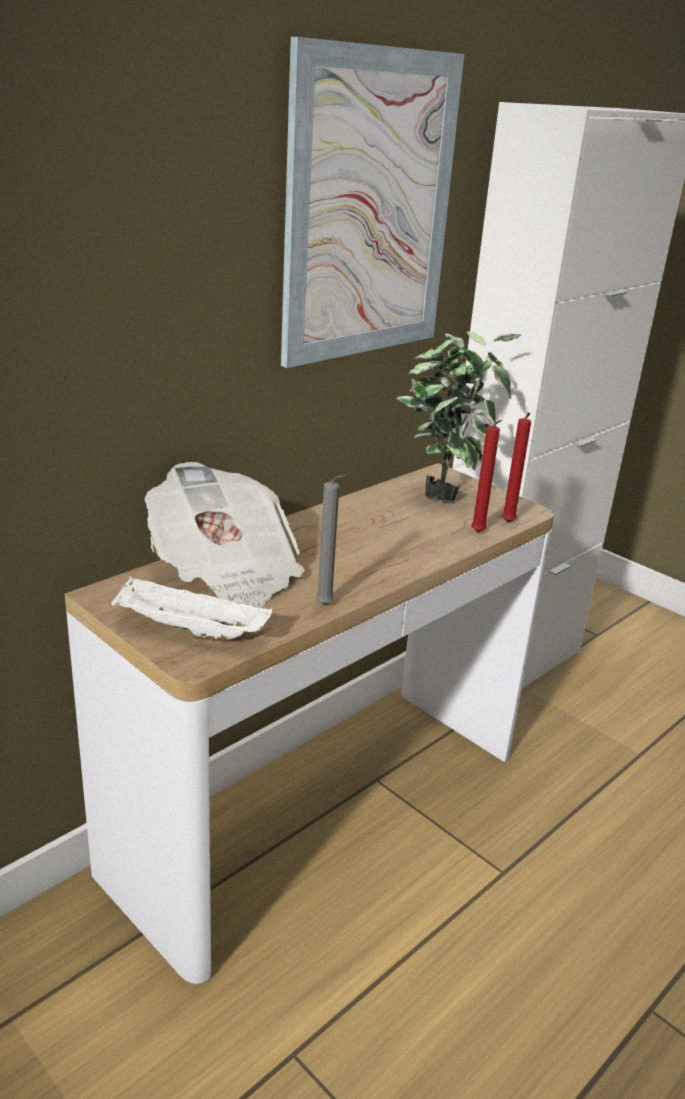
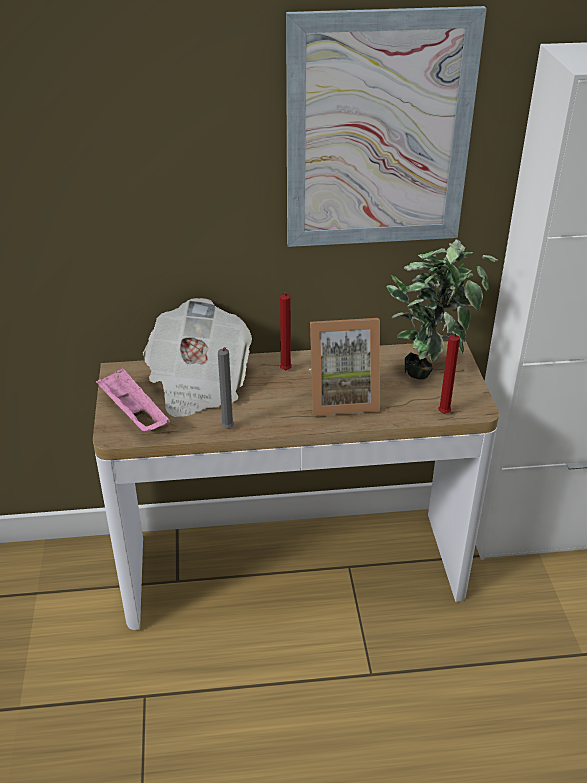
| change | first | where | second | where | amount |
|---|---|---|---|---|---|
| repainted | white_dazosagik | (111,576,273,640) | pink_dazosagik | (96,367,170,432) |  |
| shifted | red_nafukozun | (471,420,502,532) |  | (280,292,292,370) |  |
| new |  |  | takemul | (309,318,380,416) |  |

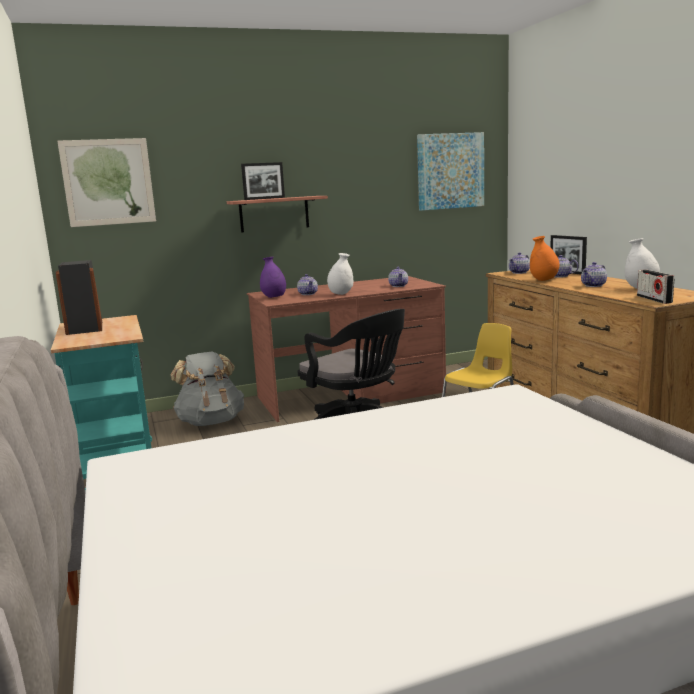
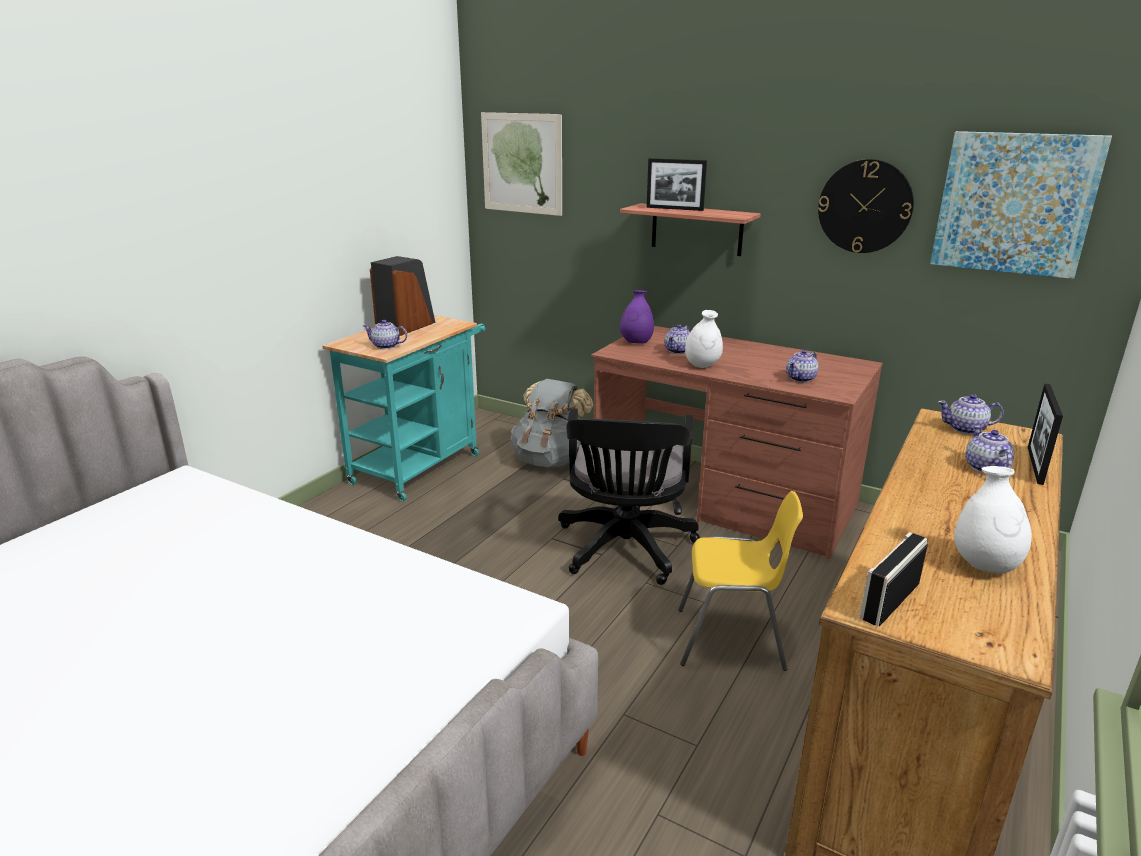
| change | first | where | second | where | amount |
|---|---|---|---|---|---|
| gone | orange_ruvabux | (530,236,560,281) |  |  |  |
| shifted | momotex | (581,262,607,287) |  | (363,320,407,349) |  |
| new |  |  | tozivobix | (818,159,914,253) |  |

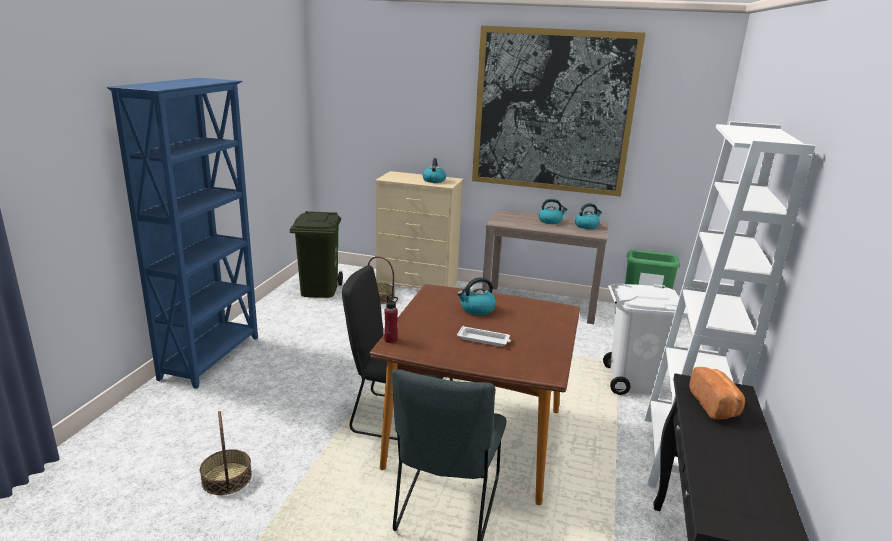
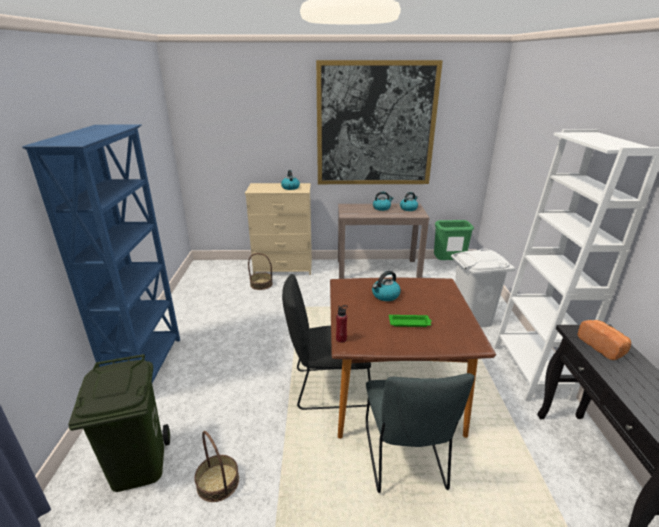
| change | first | where | second | where | amount |
|---|---|---|---|---|---|
| shifted | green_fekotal | (290,211,343,298) |  | (68,354,170,492) |  |
| repainted | white_dazosagik | (457,326,511,346) | green_dazosagik | (389,314,432,327) |  |

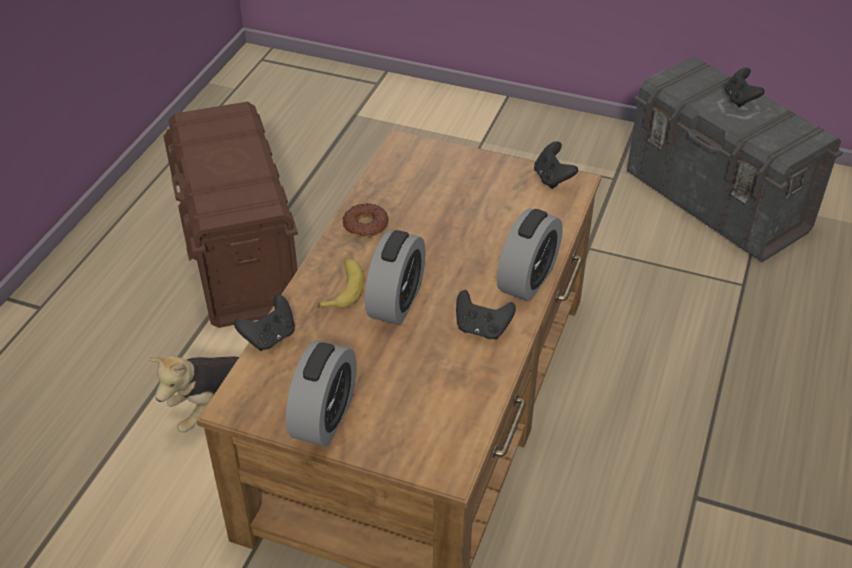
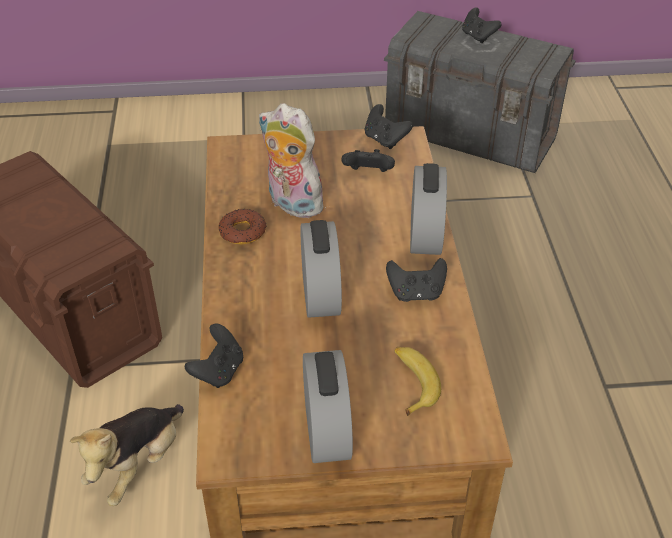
| change | first | where | second | where | amount |
|---|---|---|---|---|---|
| shifted | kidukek | (317,258,364,308) |  | (394,347,441,416) |  |
| new |  |  | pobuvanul | (259,103,326,218) |  |
| new |  |  | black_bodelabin | (342,149,395,172) |  |

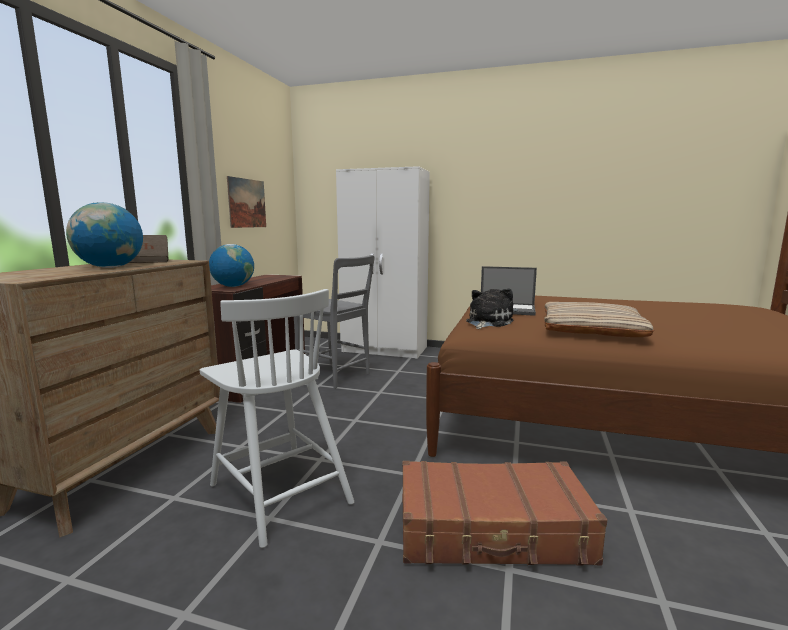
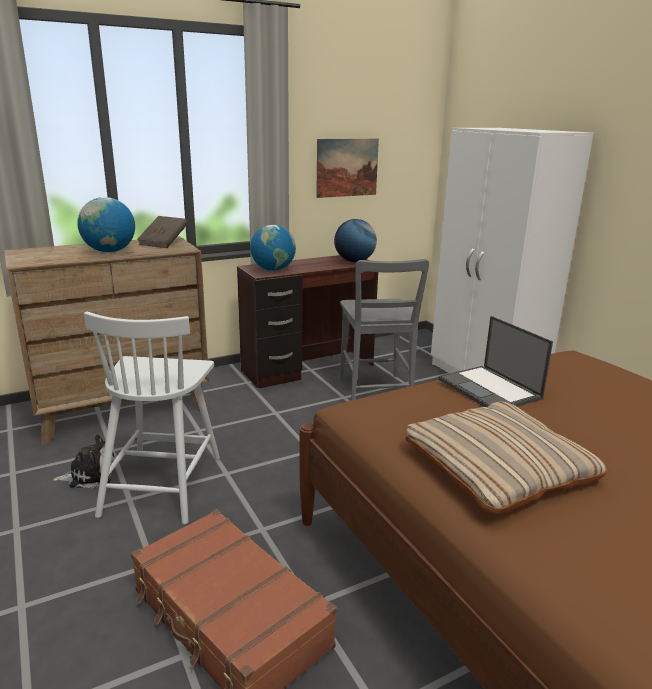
| change | first | where | second | where | amount |
|---|---|---|---|---|---|
| shifted | pobuvanul | (466,288,513,329) |  | (52,435,115,489) |  |
| new |  |  | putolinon | (334,219,377,262) |  |

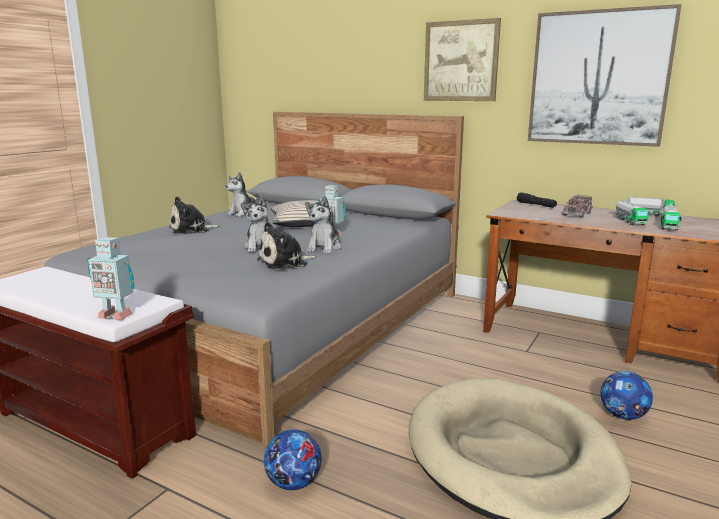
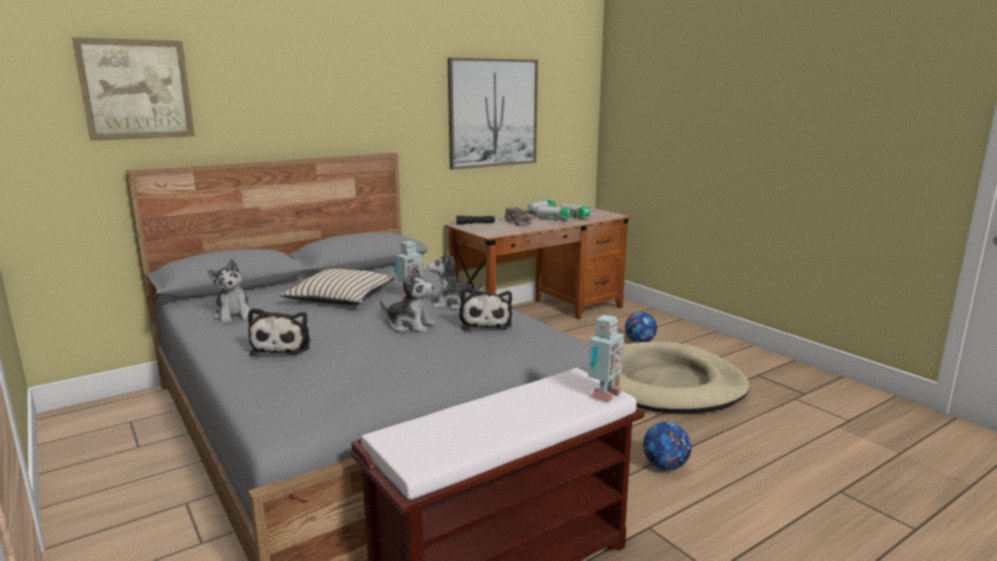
| change | first | where | second | where | amount |
|---|---|---|---|---|---|
| rotated | pobuvanul | (305,196,342,253) |  | (427,250,482,310) | 135 degrees clockwise |
| shifted | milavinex | (424,18,501,101) |  | (72,37,195,141) |  |

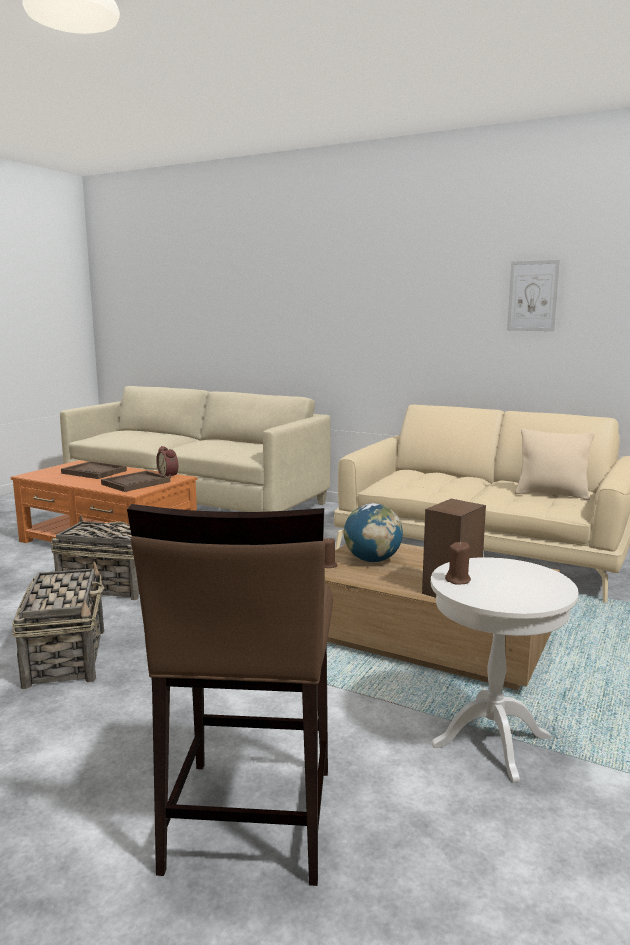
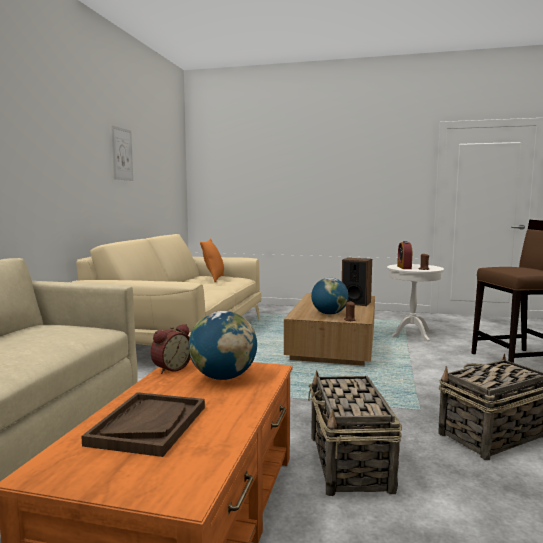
| change | first | where | second | where | amount |
|---|---|---|---|---|---|
| swapped | brown_dazosagik | (101,471,170,492) | putolinon | (189,311,257,380) |  |
| repainted | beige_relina | (515,428,595,500) | orange_relina | (200,238,224,282) |  |
| new |  |  | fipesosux | (397,241,412,269) |  |

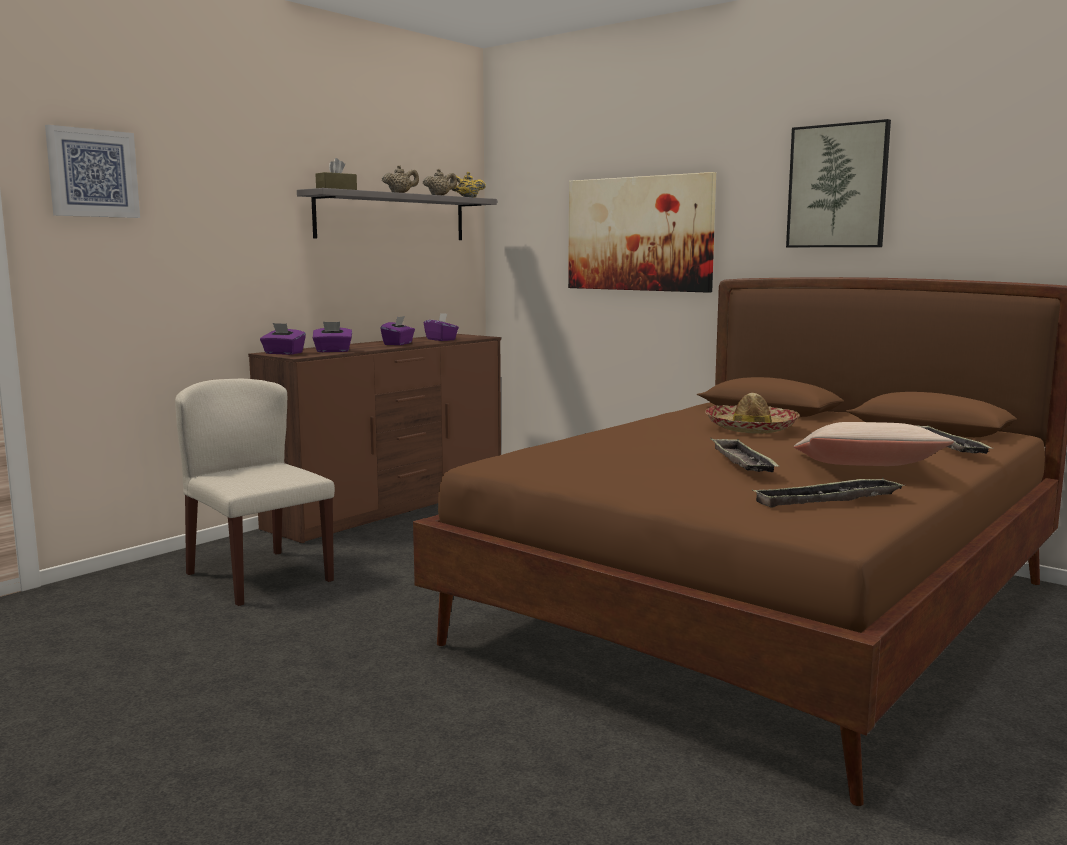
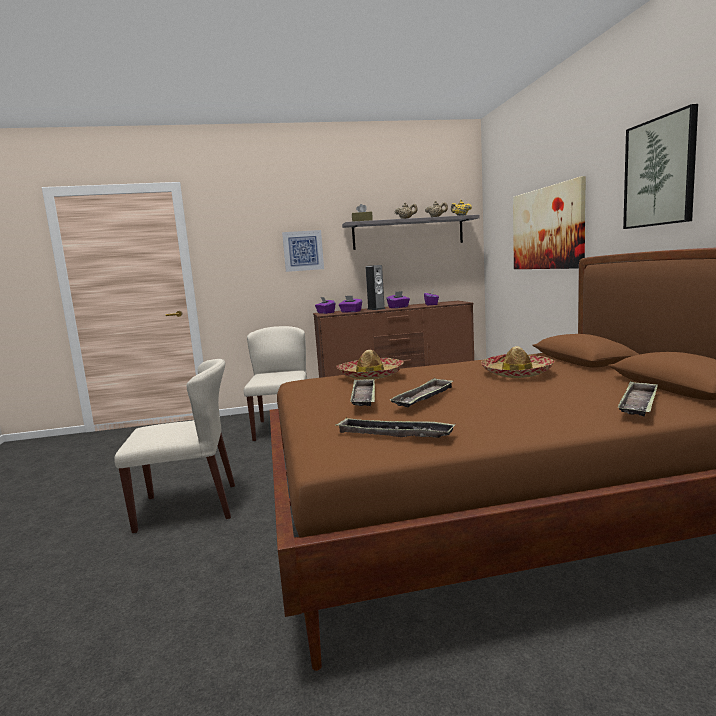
| change | first | where | second | where | amount |
|---|---|---|---|---|---|
| shifted | milavinex | (45,125,140,218) |  | (282,230,324,272) |  |
| gone | beige_relina | (794,422,954,466) |  |  |  |
| new |  |  | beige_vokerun | (114,359,235,533) |  |
| new |  |  | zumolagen | (336,350,404,380) |  |
| new |  |  | dazosagik | (350,379,375,406) |  |
| new |  |  | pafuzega | (366,265,386,310) |  |

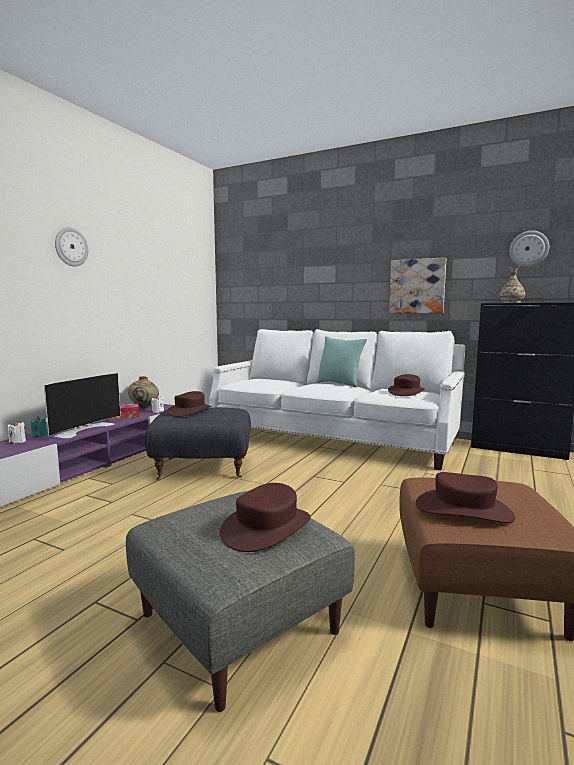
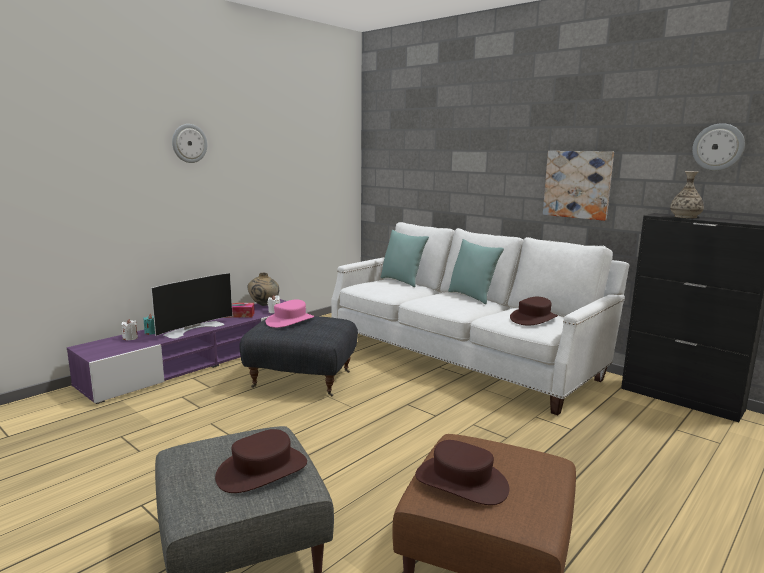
| change | first | where | second | where | amount |
|---|---|---|---|---|---|
| repainted | brown_zumolagen | (167,391,212,417) | pink_zumolagen | (266,299,314,328) |  |
| new |  |  | turquoise_relina | (380,230,429,287) |  |

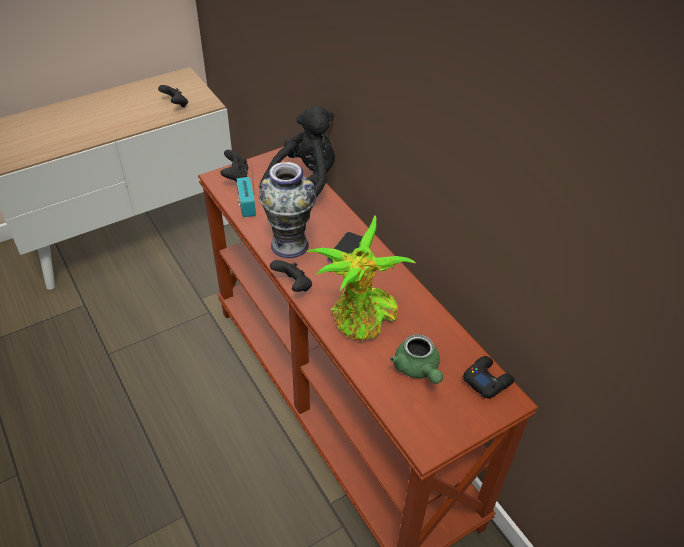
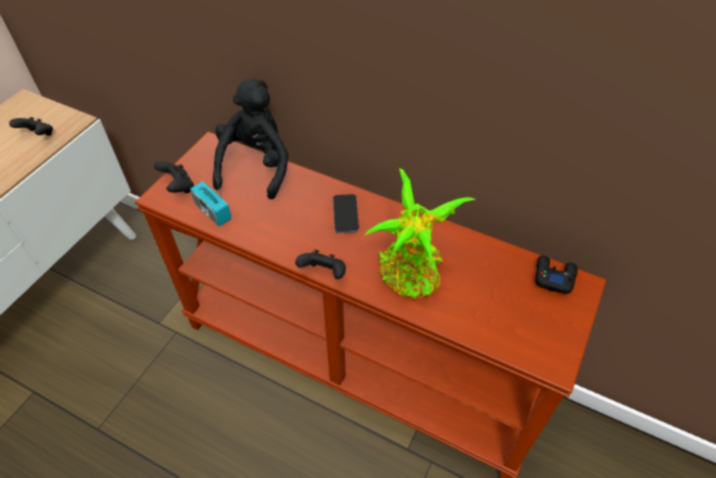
| change | first | where | second | where | amount |
|---|---|---|---|---|---|
| gone | ruvabux | (259,162,316,258) |  |  |  |
| gone | green_momotex | (390,334,443,384) |  |  |  |

